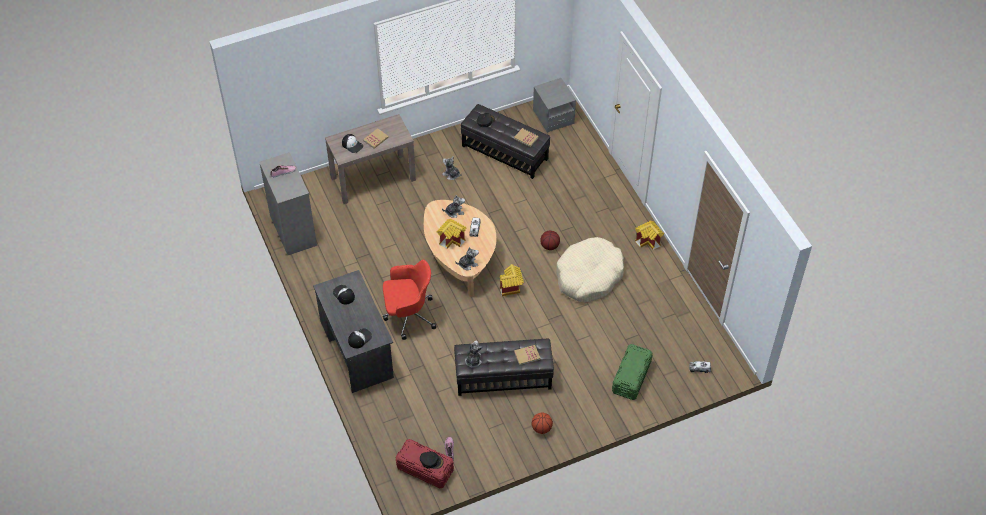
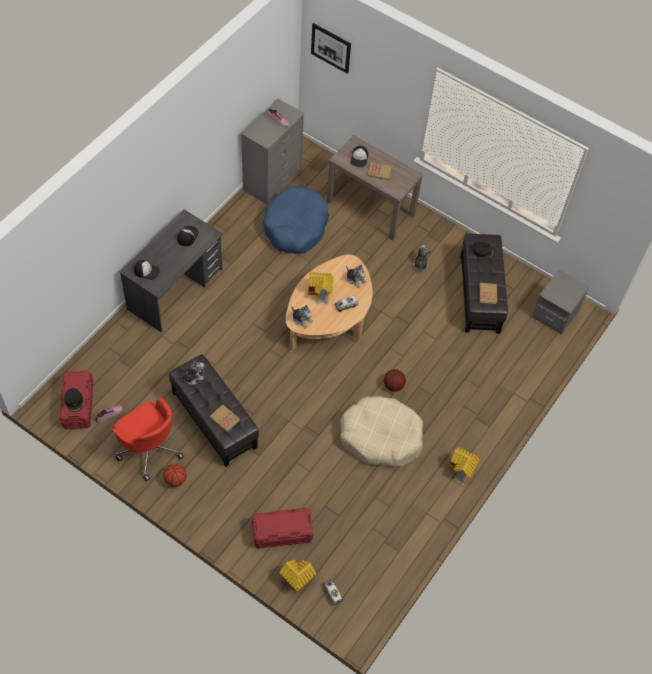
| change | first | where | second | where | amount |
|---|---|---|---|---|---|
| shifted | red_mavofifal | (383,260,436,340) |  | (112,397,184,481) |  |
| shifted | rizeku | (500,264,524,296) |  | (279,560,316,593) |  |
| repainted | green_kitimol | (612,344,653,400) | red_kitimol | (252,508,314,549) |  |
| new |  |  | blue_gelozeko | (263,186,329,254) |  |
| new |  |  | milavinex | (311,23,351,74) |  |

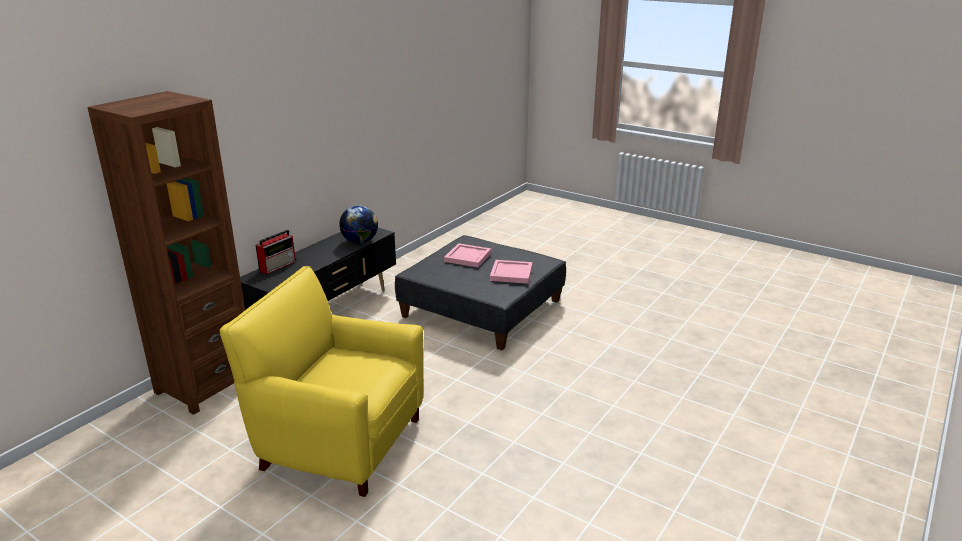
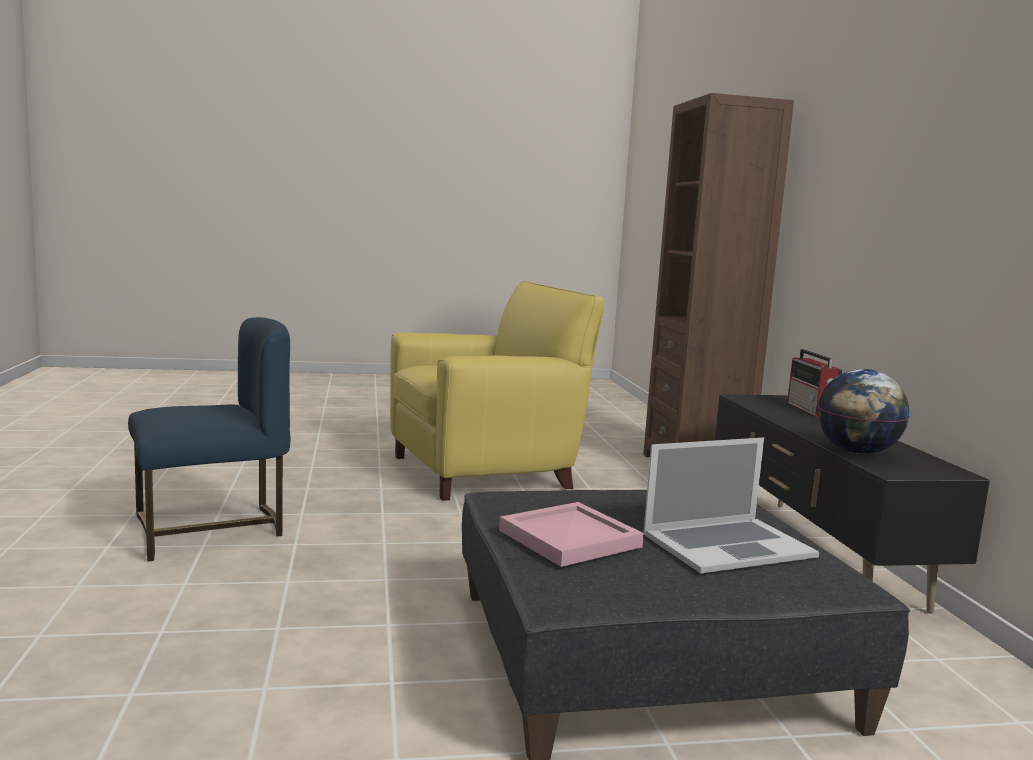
| change | first | where | second | where | amount |
|---|---|---|---|---|---|
| swapped | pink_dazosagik | (444,243,491,268) | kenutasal | (643,438,819,573) |  |
| new |  |  | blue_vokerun | (128,317,290,561) |  |

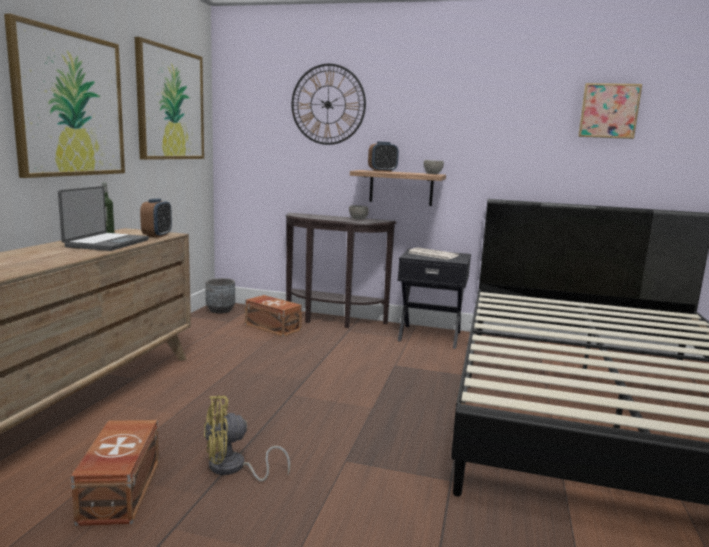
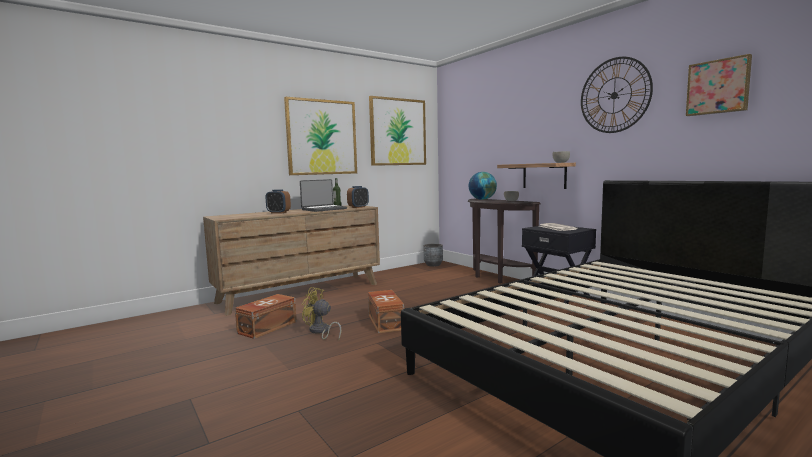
| change | first | where | second | where | amount |
|---|---|---|---|---|---|
| shifted | brown_kitimol | (245,295,302,337) |  | (368,290,404,333) |  |
| shifted | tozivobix | (291,64,366,145) |  | (581,57,653,133) |  |
| shifted | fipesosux | (368,141,399,172) |  | (266,189,291,214) |  |
| new |  |  | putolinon | (469,172,497,200) |  |

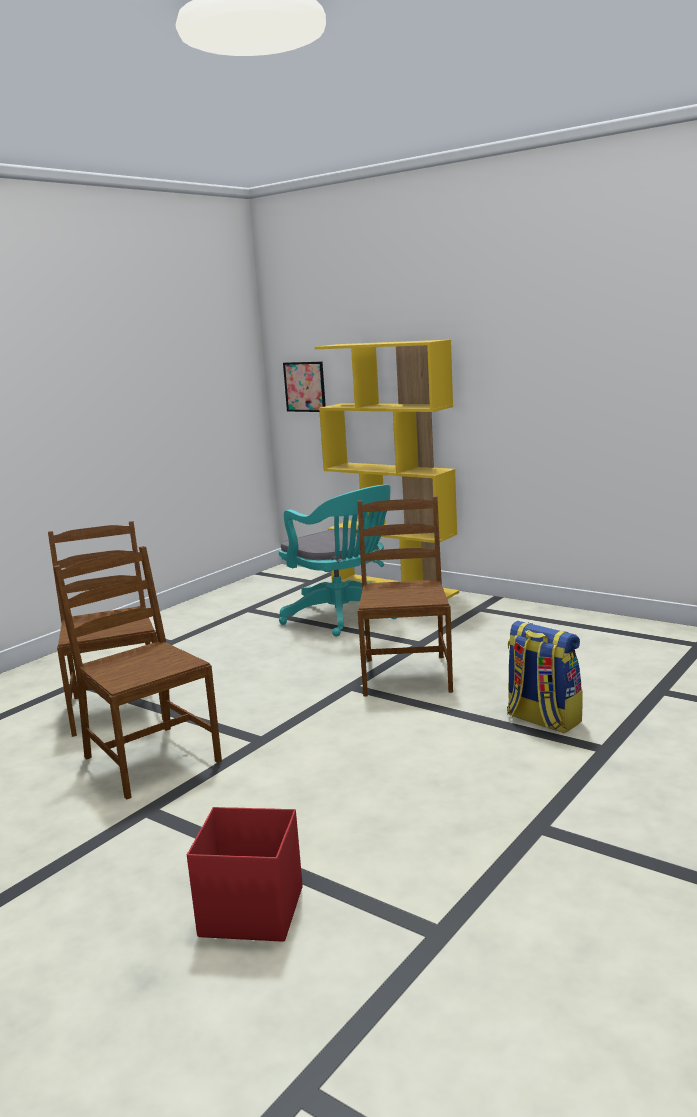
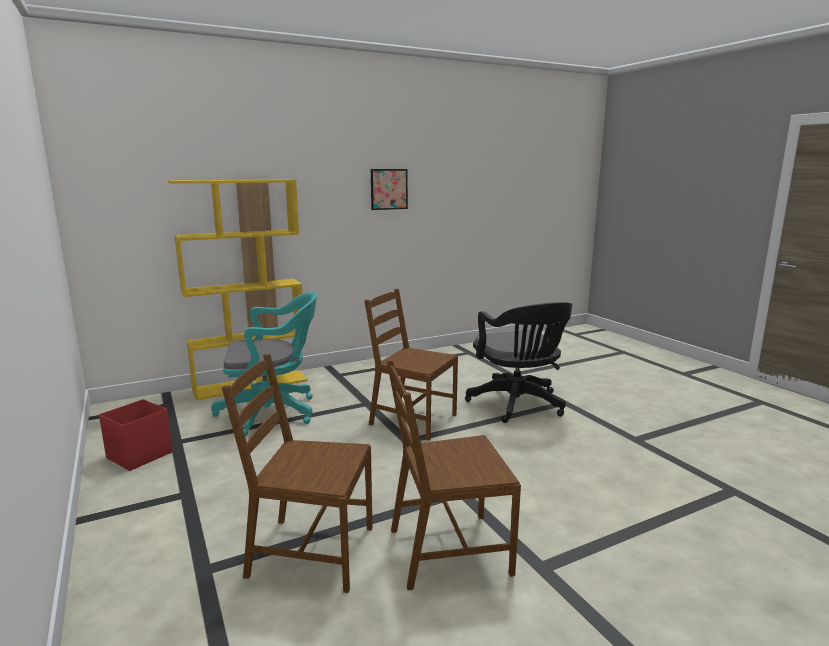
| change | first | where | second | where | amount |
|---|---|---|---|---|---|
| shifted | red_kitimol | (187,807,303,942) |  | (99,399,173,471) |  |
| shifted | milavinex | (283,362,326,412) |  | (371,169,408,210) |  |
| swapped | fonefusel | (507,621,582,733) | black_mavofifal | (465,302,572,423) |  |

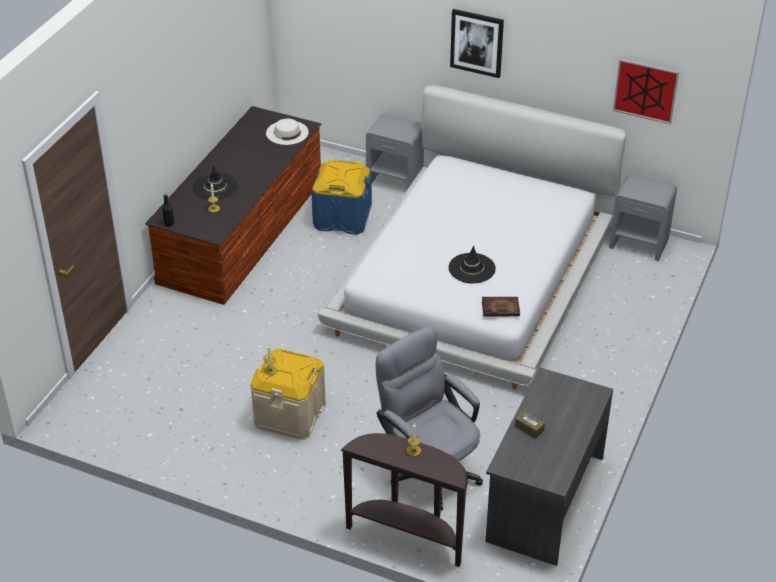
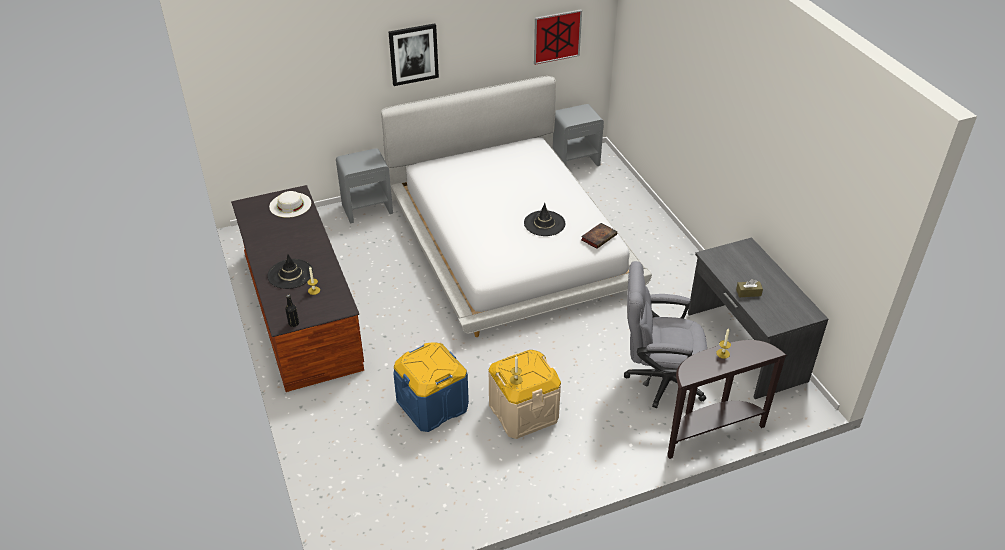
| change | first | where | second | where | amount |
|---|---|---|---|---|---|
| shifted | blue_kitimol | (312,159,372,235) |  | (393,342,469,432) |  |

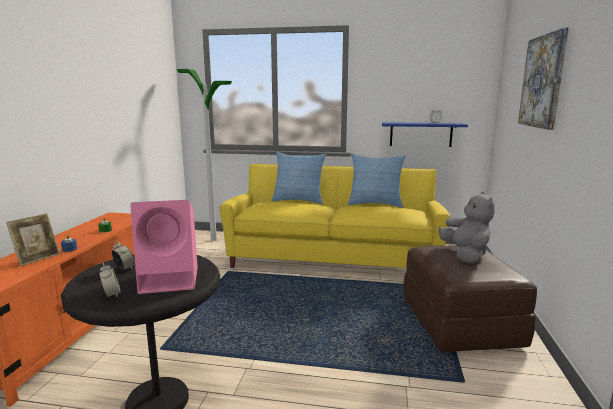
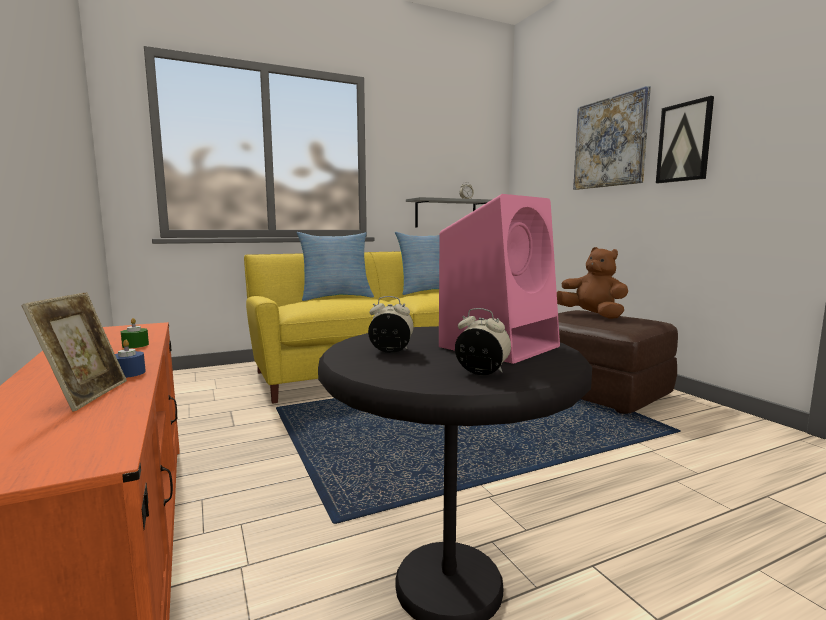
| change | first | where | second | where | amount |
|---|---|---|---|---|---|
| gone | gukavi | (177,69,232,241) |  |  |  |
| repainted | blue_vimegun | (382,122,468,147) | grey_vimegun | (406,197,492,228) |  |
| repainted | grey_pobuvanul | (439,192,495,264) | brown_pobuvanul | (557,247,628,319) |  |
| new |  |  | milavinex | (656,96,714,183) |  |

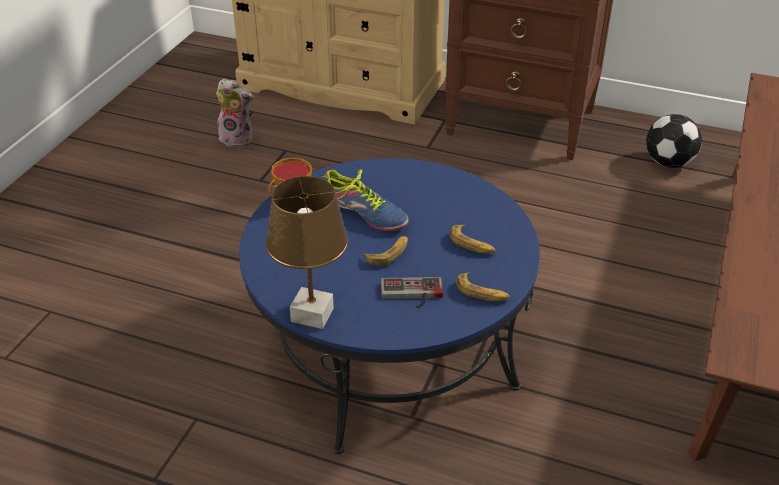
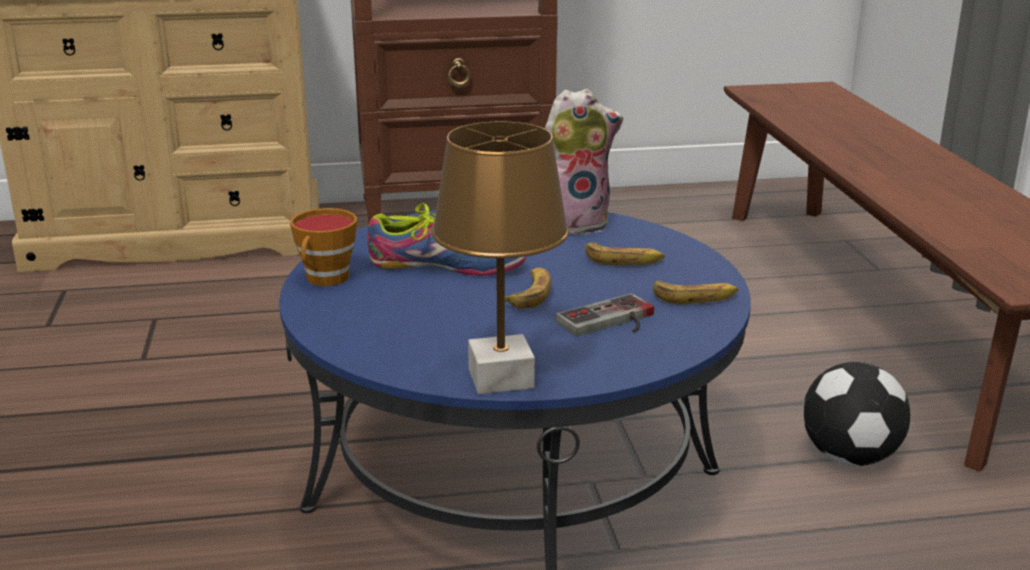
| change | first | where | second | where | amount |
|---|---|---|---|---|---|
| shifted | pobuvanul | (216,78,254,148) |  | (545,89,623,235) |  |
| shifted | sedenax | (646,114,702,168) |  | (803,362,910,466) |  |

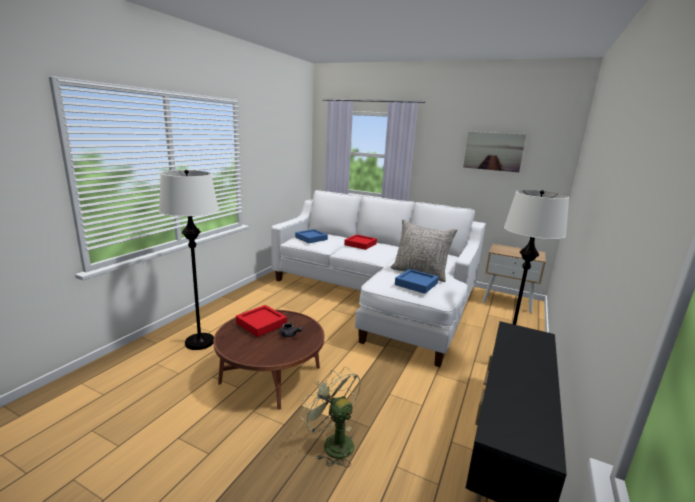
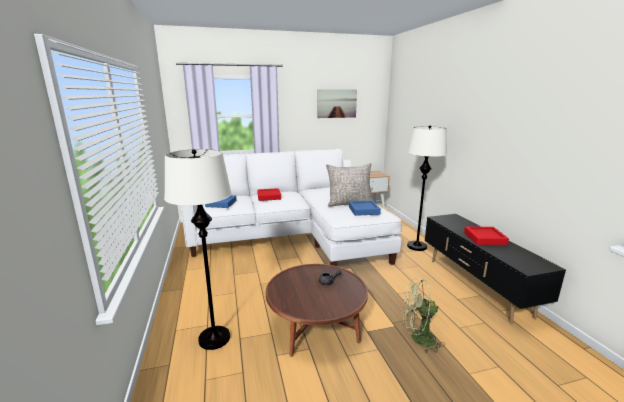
| change | first | where | second | where | amount |
|---|---|---|---|---|---|
| shifted | red_dazosagik | (236,305,287,337) |  | (464,227,509,245) |  |

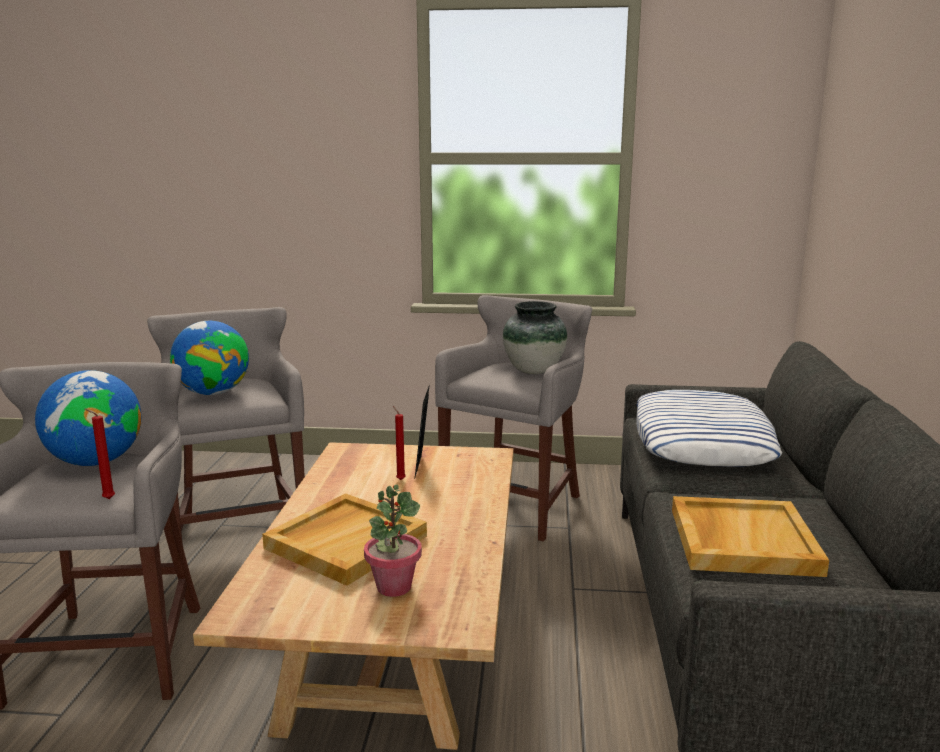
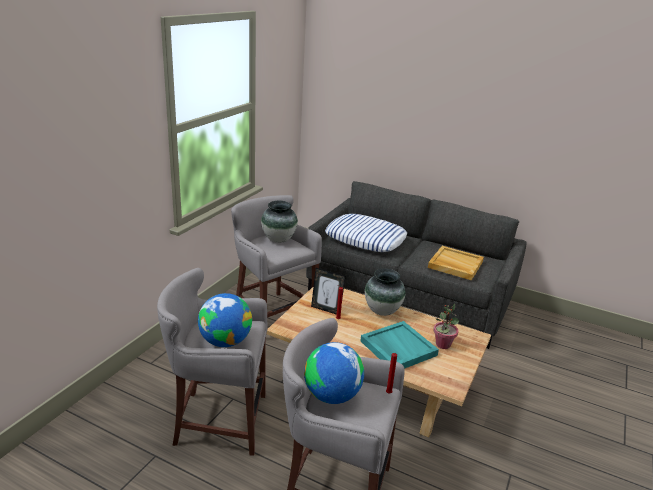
| change | first | where | second | where | amount |
|---|---|---|---|---|---|
| repainted | beige_dazosagik | (262,493,427,586) | turquoise_dazosagik | (360,321,439,369) |  |
| new |  |  | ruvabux | (365,268,405,316) |  |

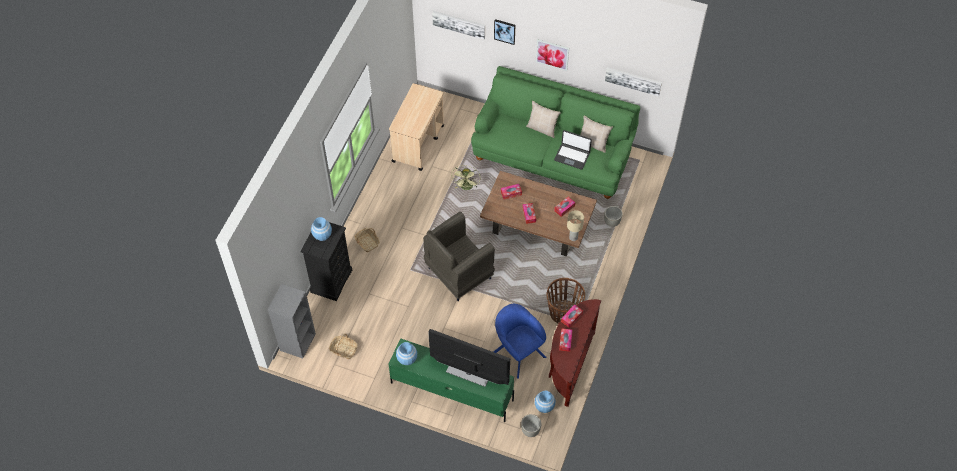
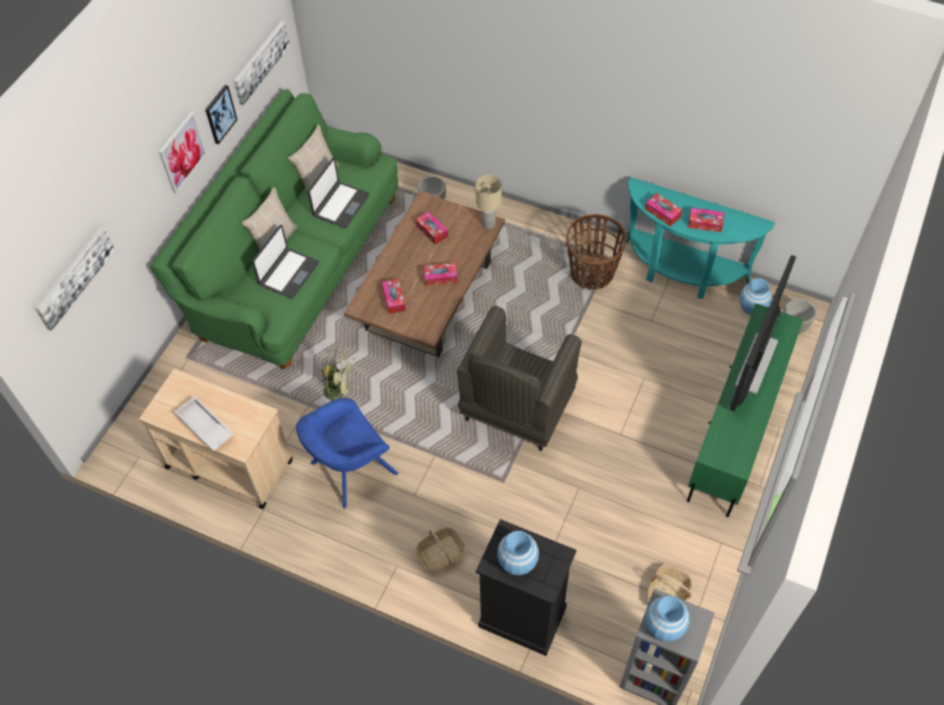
| change | first | where | second | where | amount |
|---|---|---|---|---|---|
| shifted | blue_ruvabux | (396,342,417,365) |  | (645,596,689,642) |  |
| rotated | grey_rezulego | (423,212,495,301) |  | (457,306,582,451) | 60 degrees clockwise |
| shifted | blue_rezulego | (493,304,546,379) |  | (296,398,398,509) |  |
| shifted | milavinex | (494,19,516,45) |  | (205,85,237,144) |  |
| repainted | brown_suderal | (549,299,601,407) | turquoise_suderal | (626,177,775,299) |  |
| new |  |  | white_dazosagik | (174,396,234,451) |  |
| new |  |  | kenutasal | (252,225,319,299) |  |

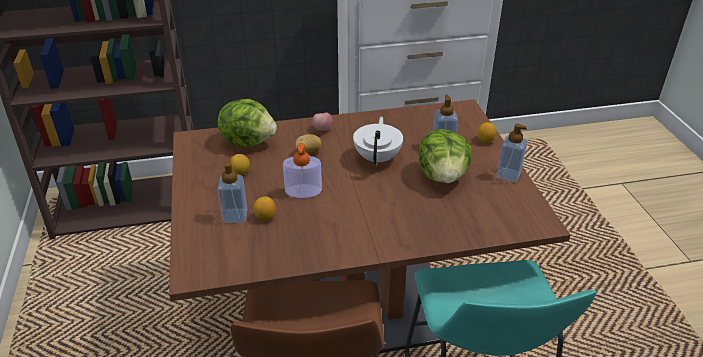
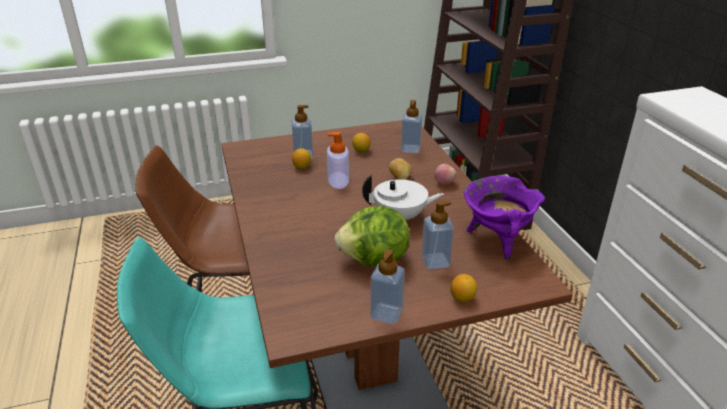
| change | first | where | second | where | amount |
|---|---|---|---|---|---|
| swapped | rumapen | (218,99,277,147) | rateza | (401,100,422,153) |  |
| new |  |  | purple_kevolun | (464,176,545,260) |  |

